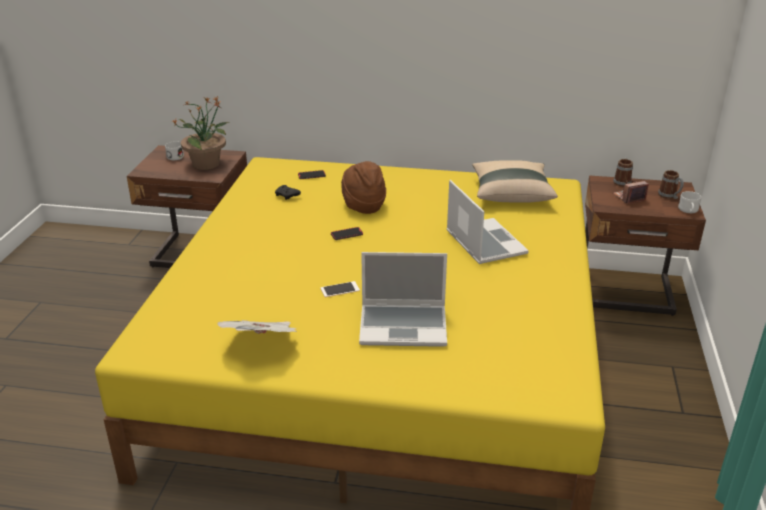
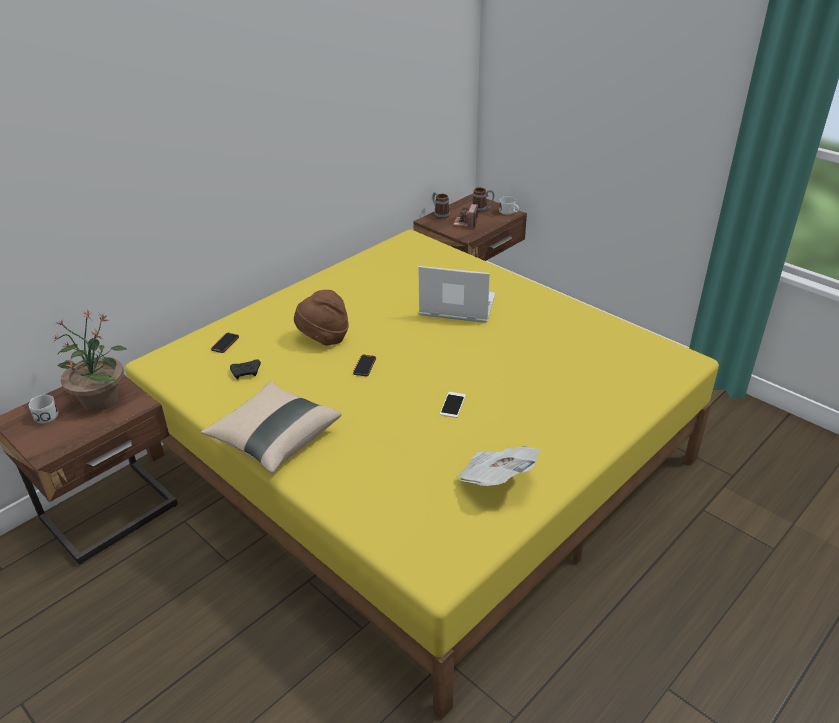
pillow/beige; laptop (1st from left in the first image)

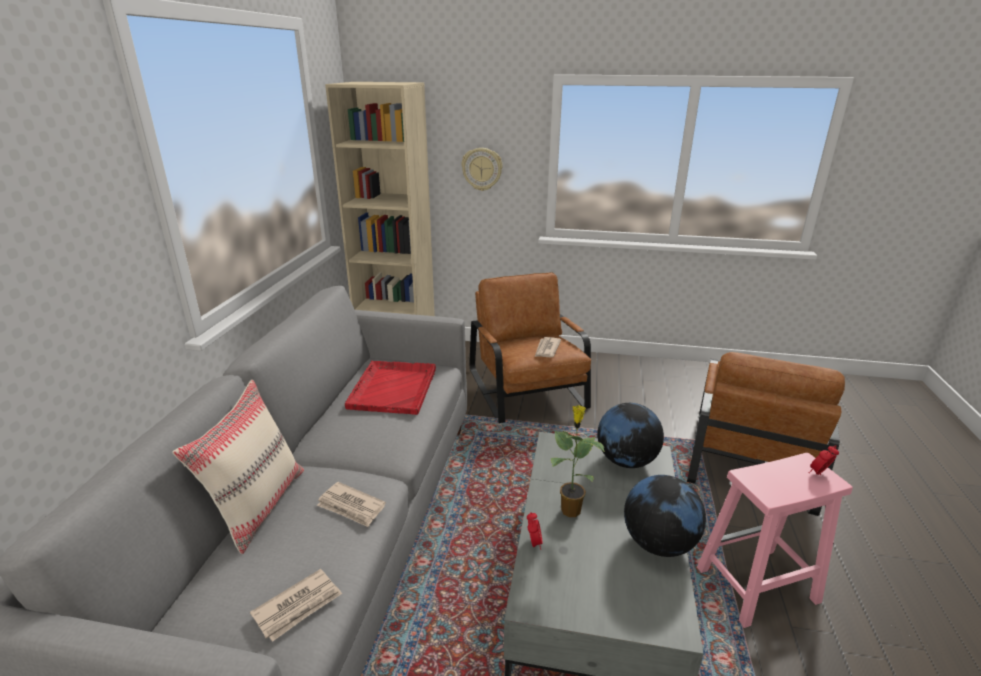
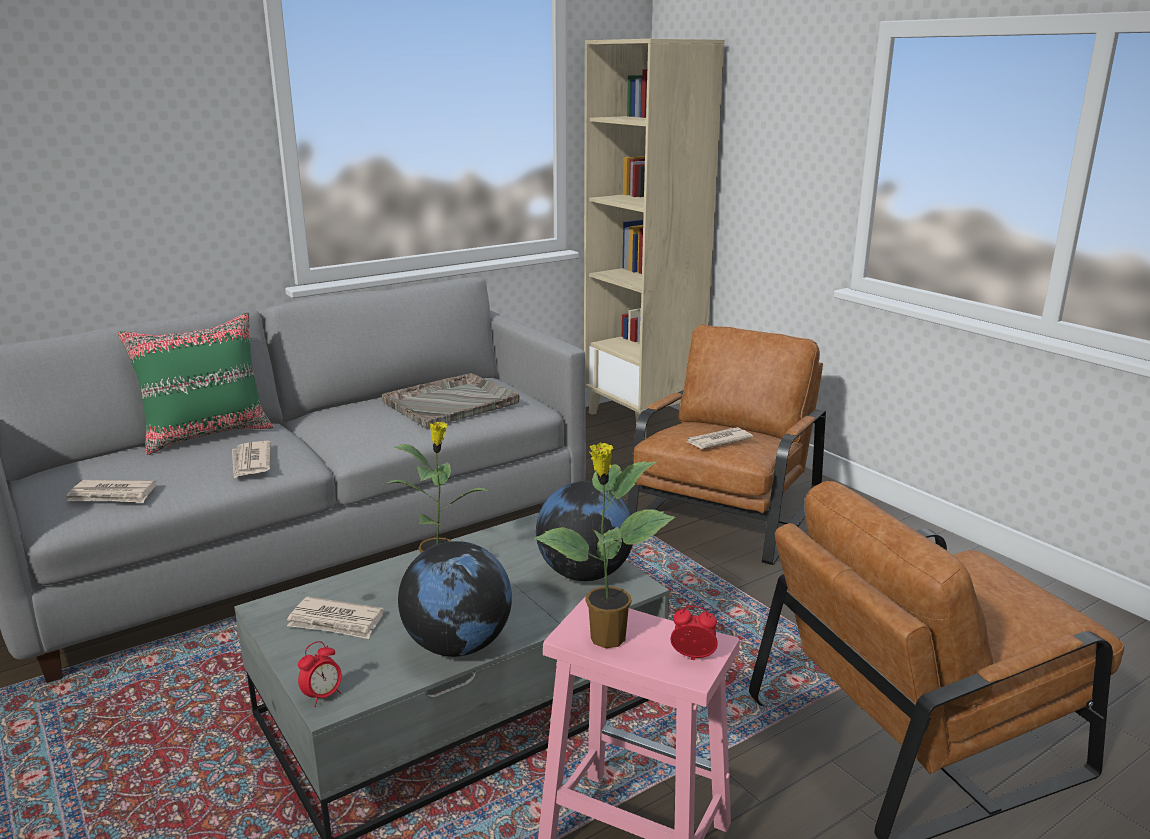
wall clock; tray/grey; pillow/green; alarm clock (1st from left); potted plant (2nd from left); newspaper (3rd from left)

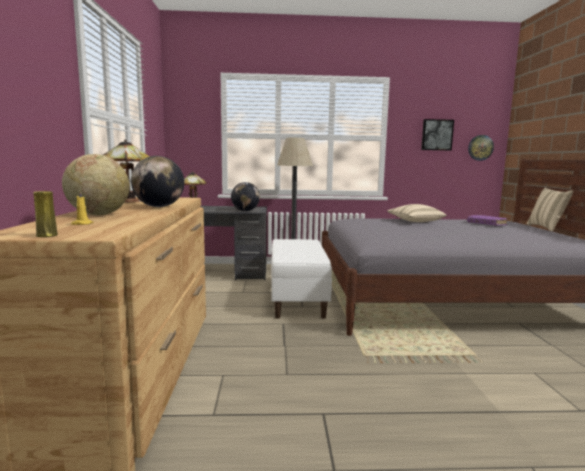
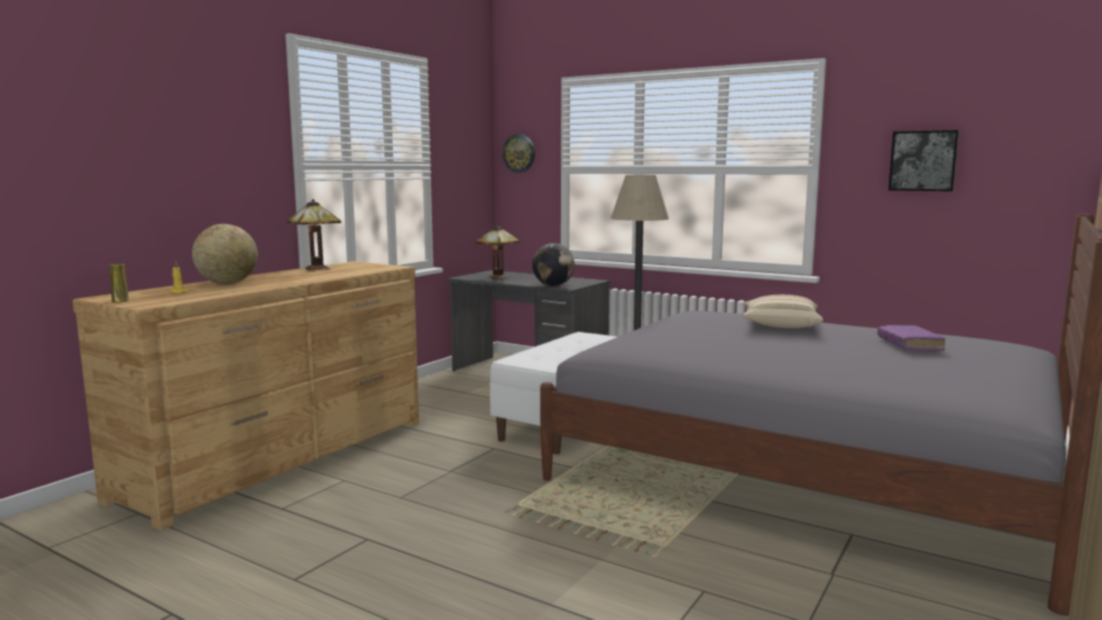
wall clock; globe (2nd from left in the first image); pillow/beige (2nd from left in the first image)

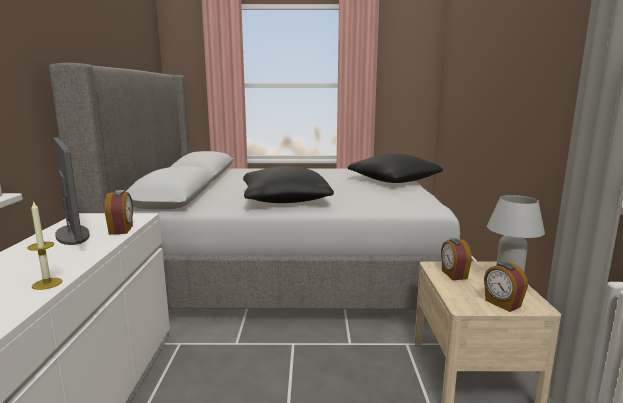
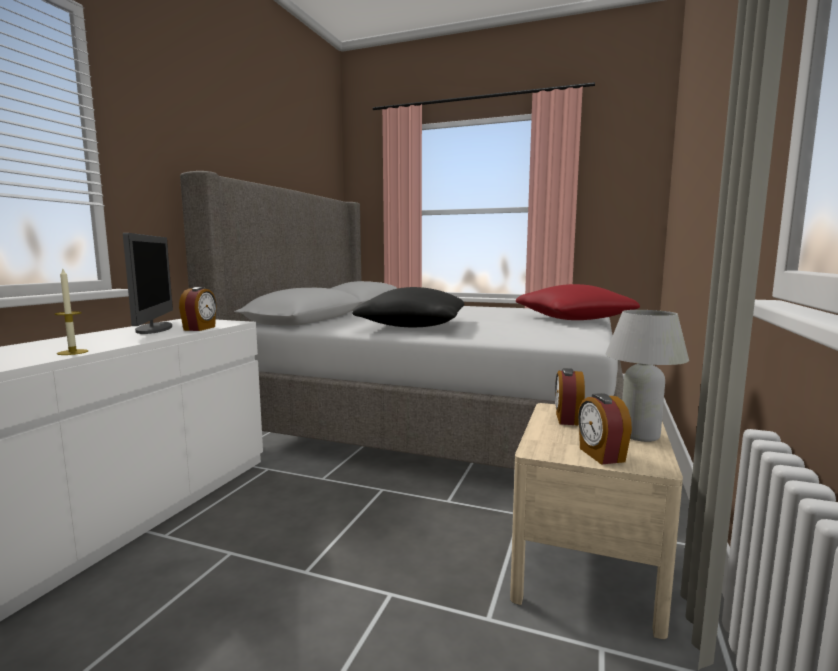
pillow/red

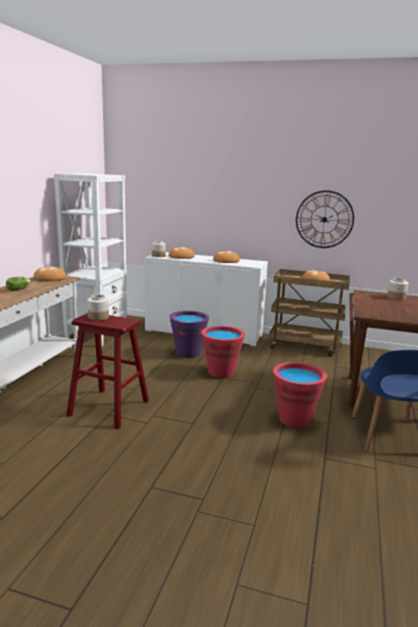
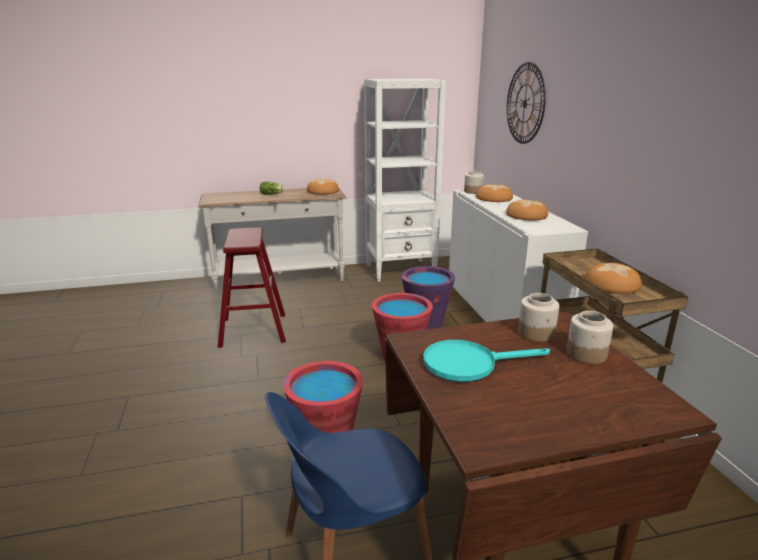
wall clock; jar (2nd from left); frying pan/turquoise

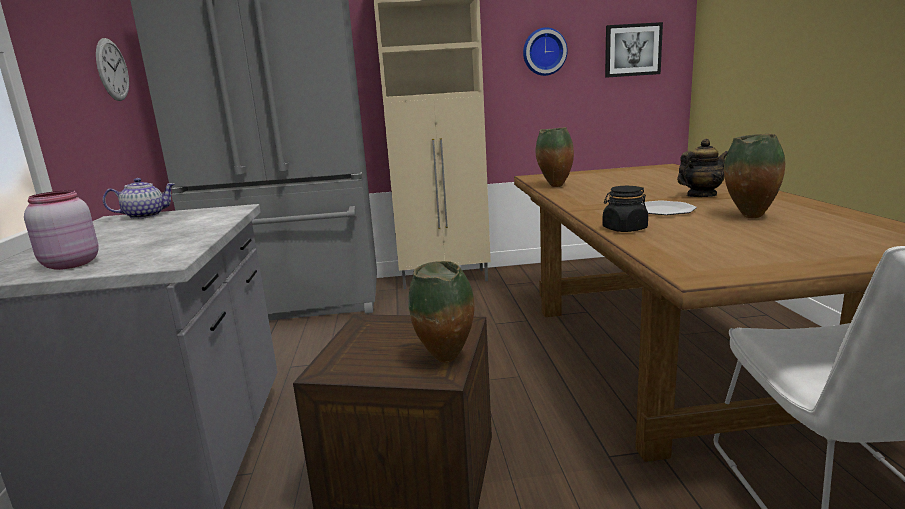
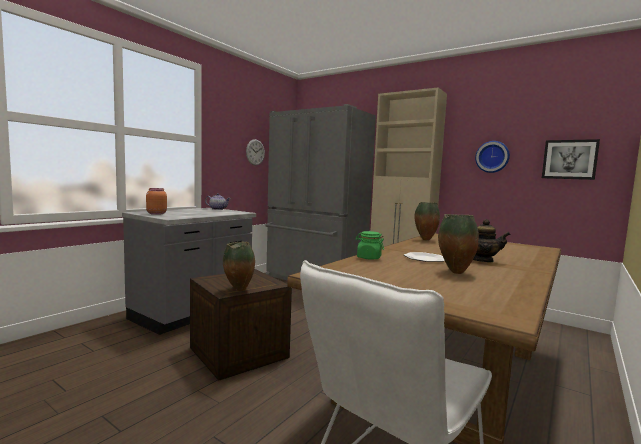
jar/green; jar/orange

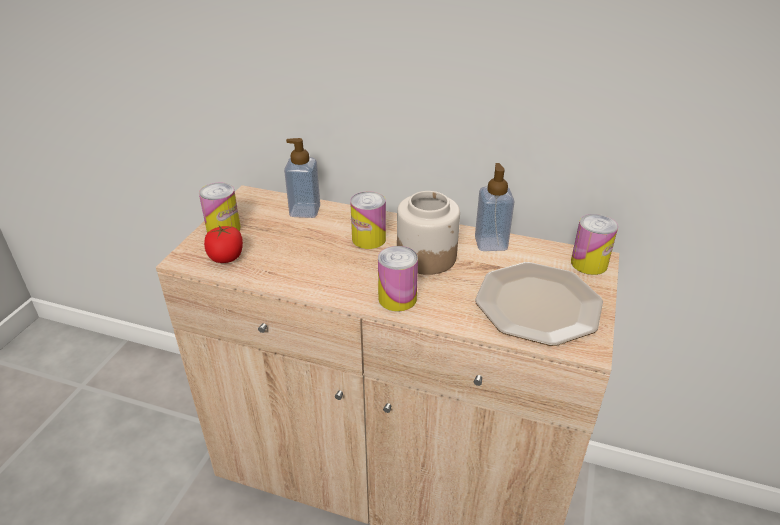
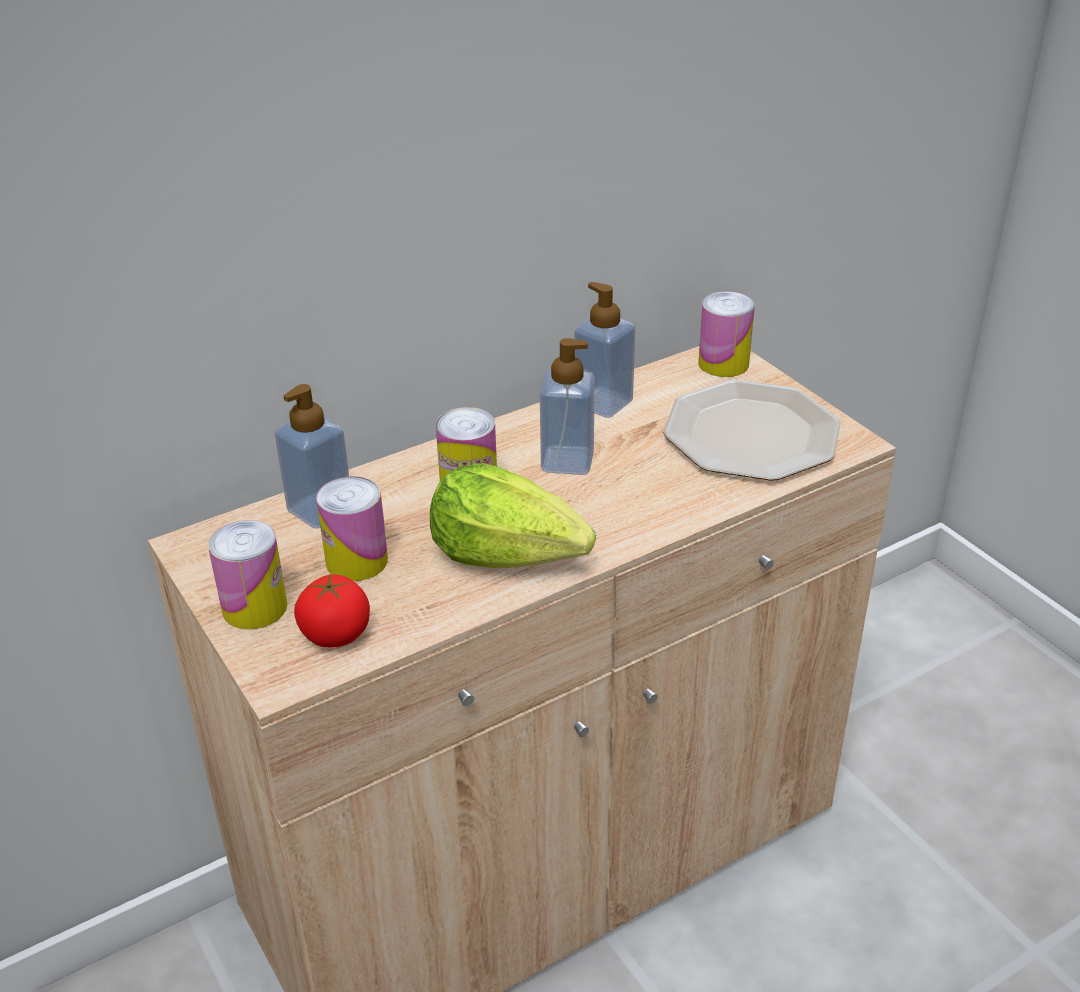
soap dispenser (2nd from left); can (2nd from left); lettuce

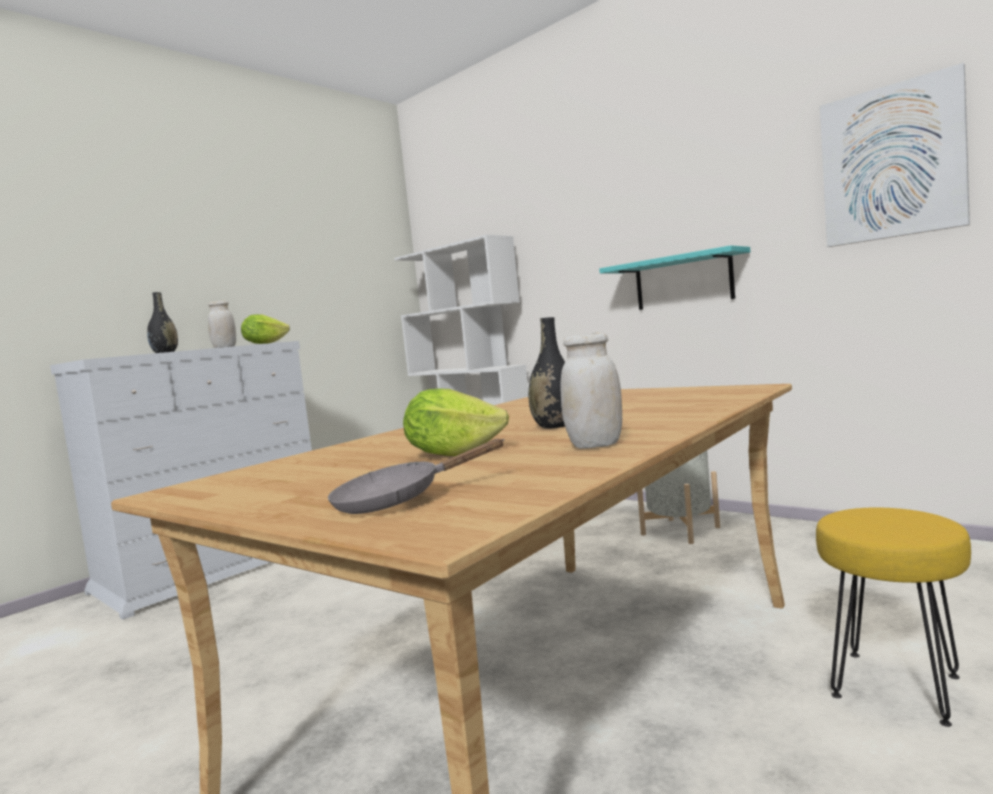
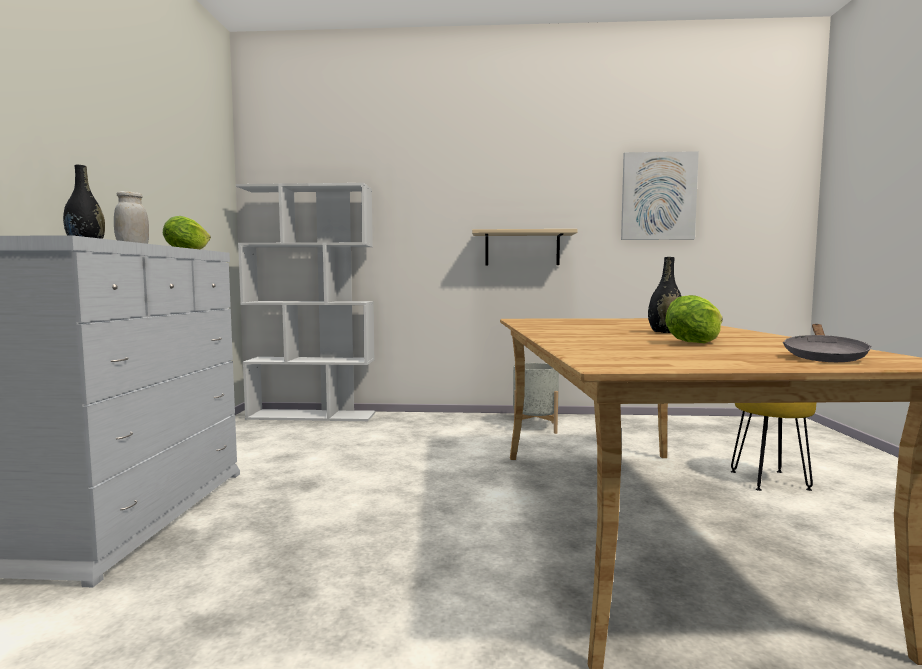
shelf/beige; jar/white (2nd from left in the first image)

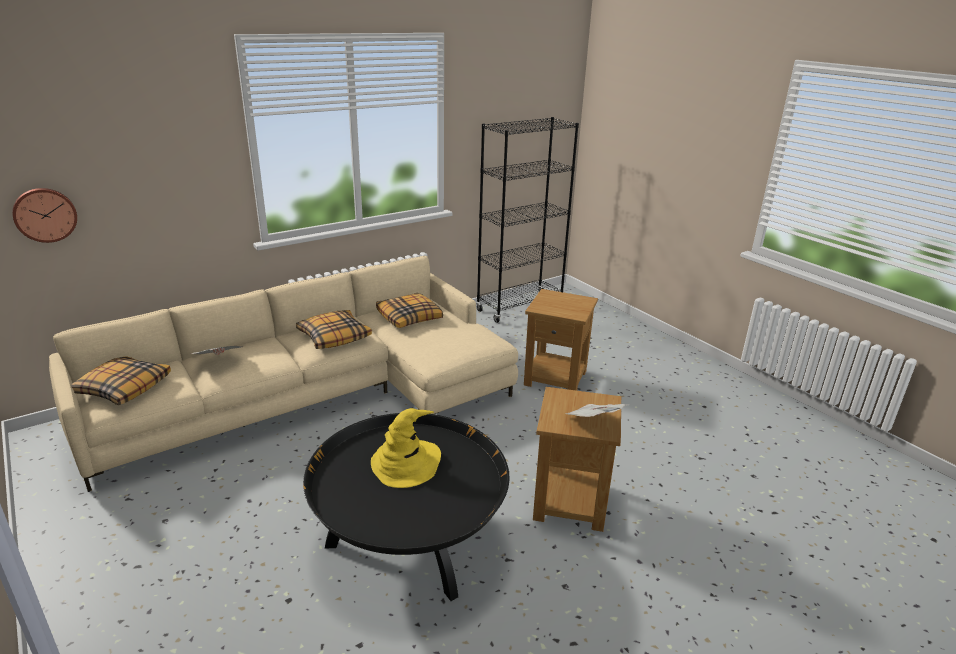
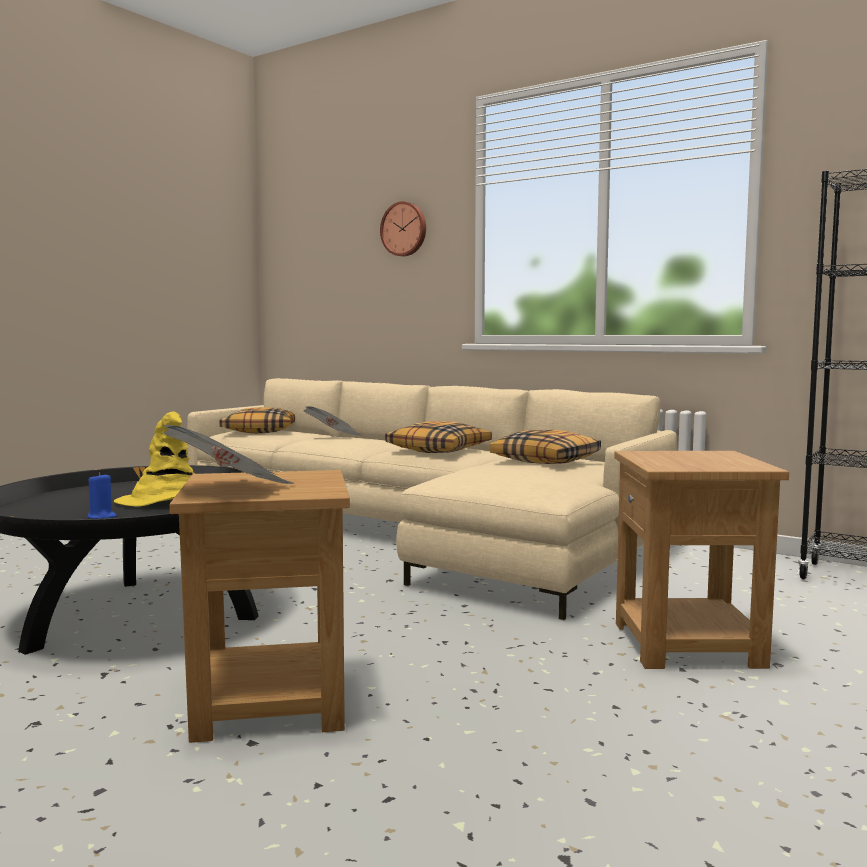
wall clock; candle/blue

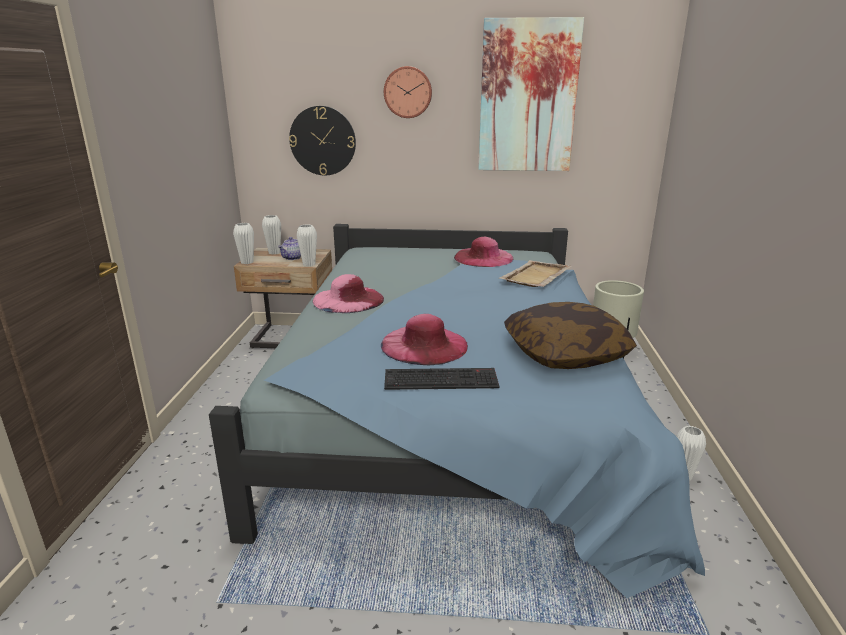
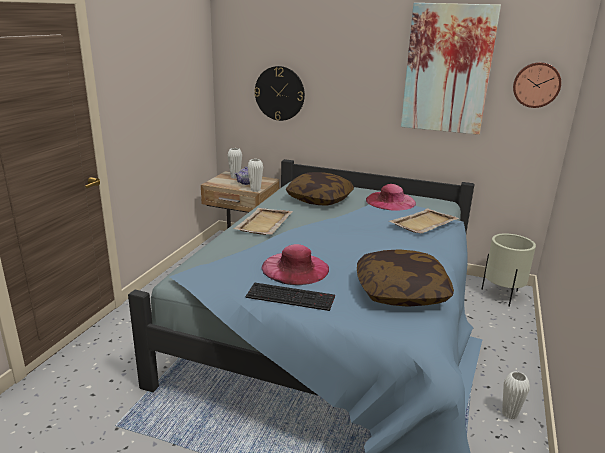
wall clock (2nd from left); vase/white (1st from left in the first image); tray/beige (1st from left); pillow (1st from left)

